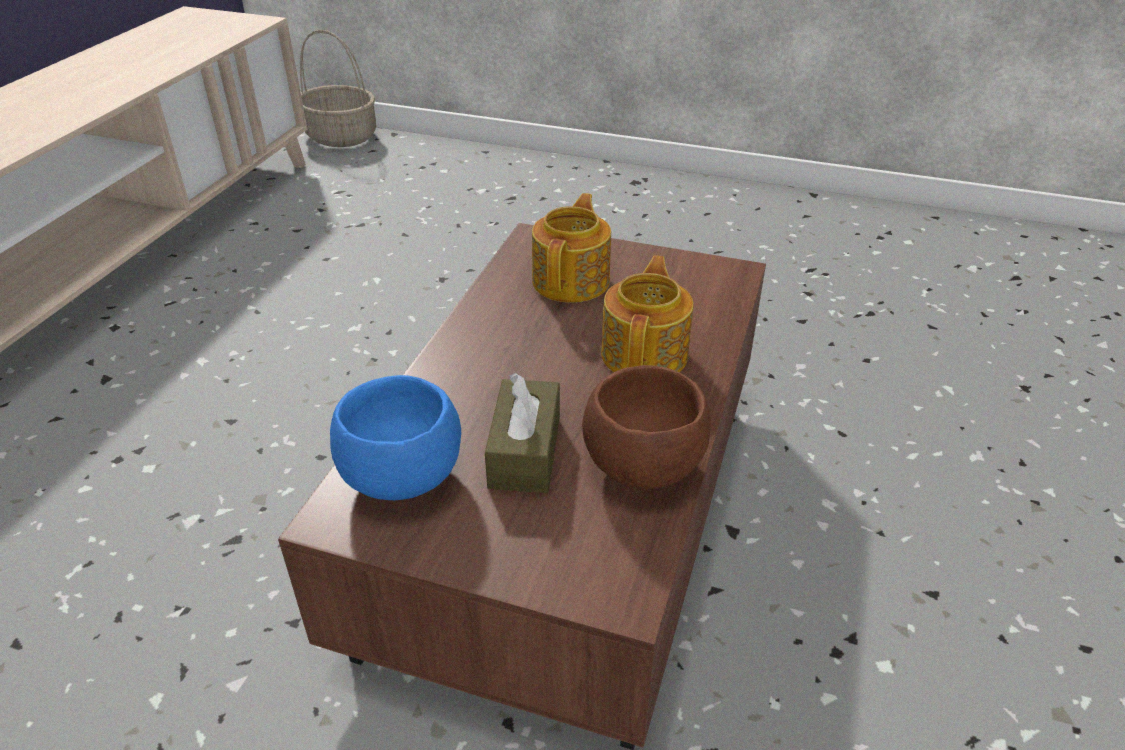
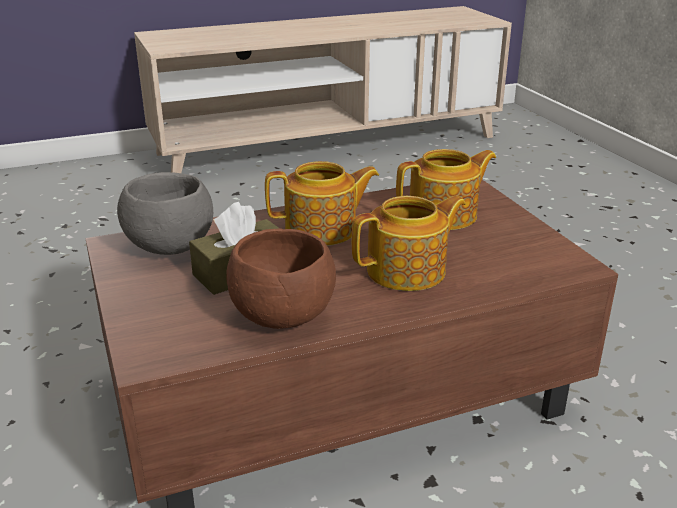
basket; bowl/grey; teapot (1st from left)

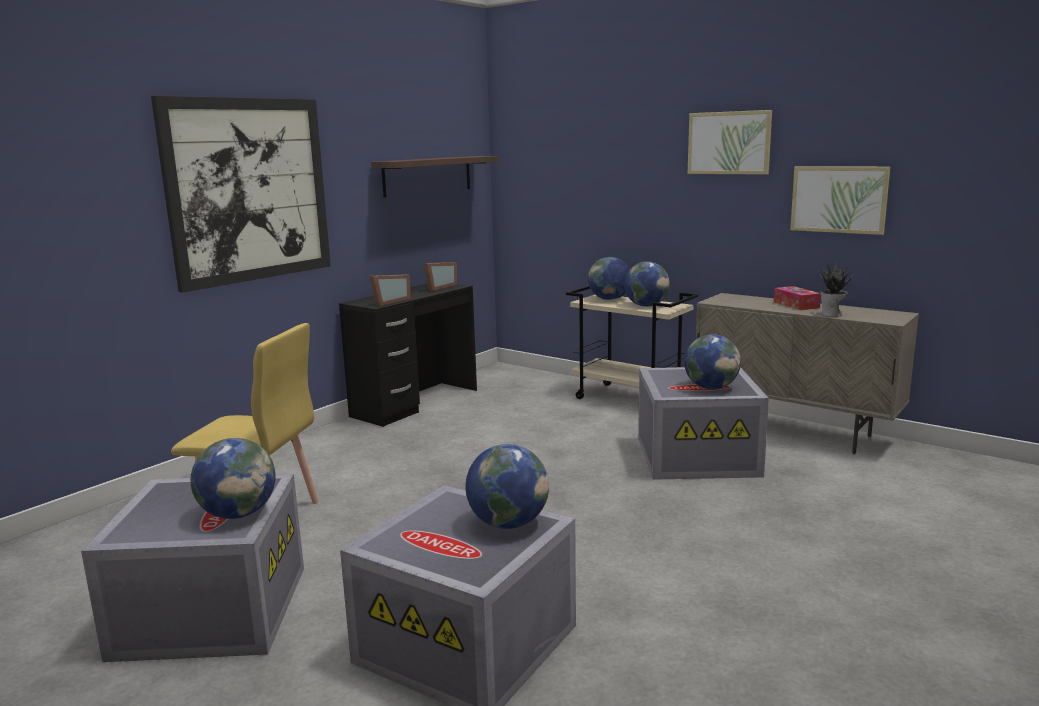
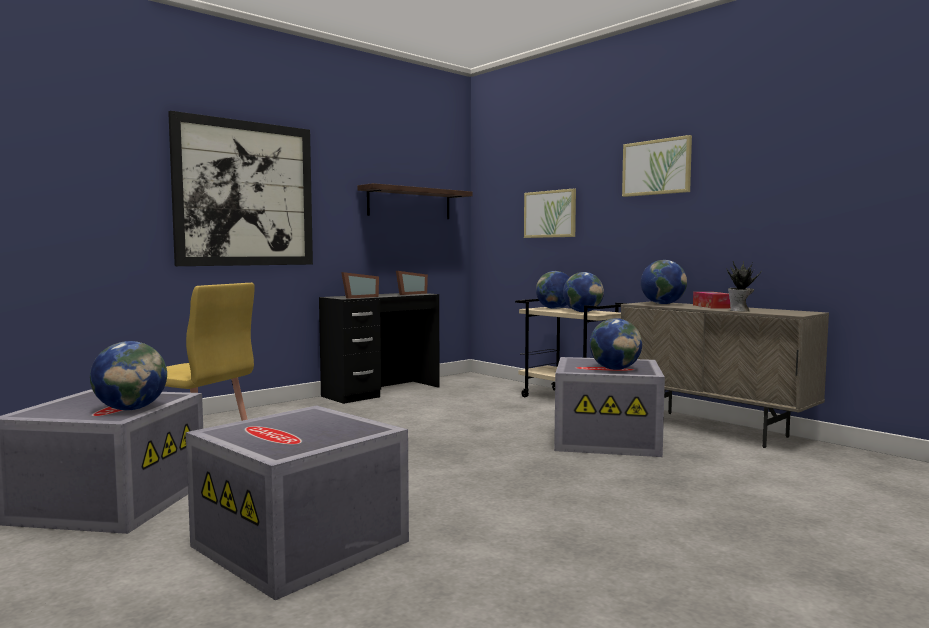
picture (2nd from left); globe (5th from left)

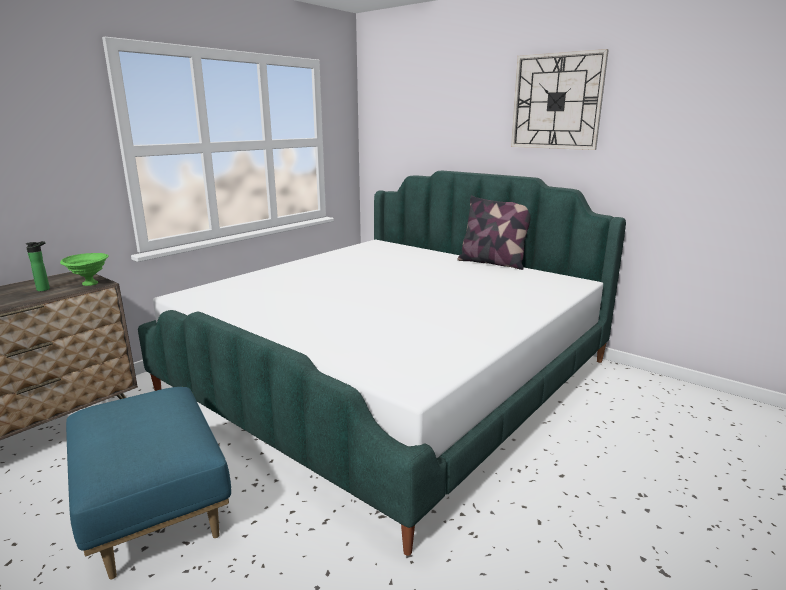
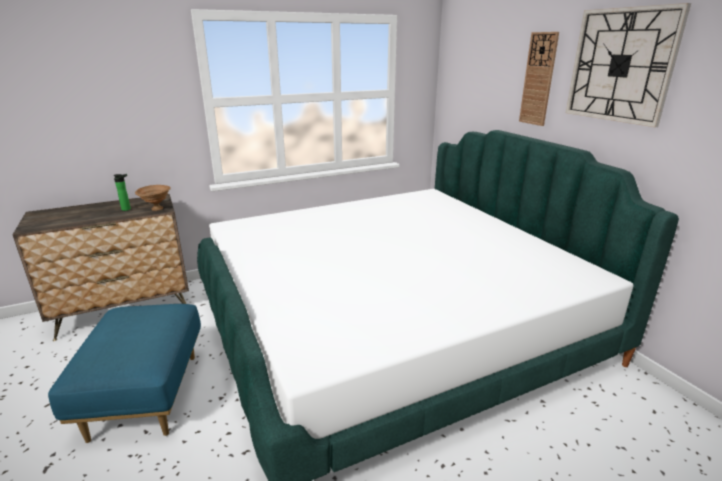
pillow; bowl/brown; wall clock (1st from left)

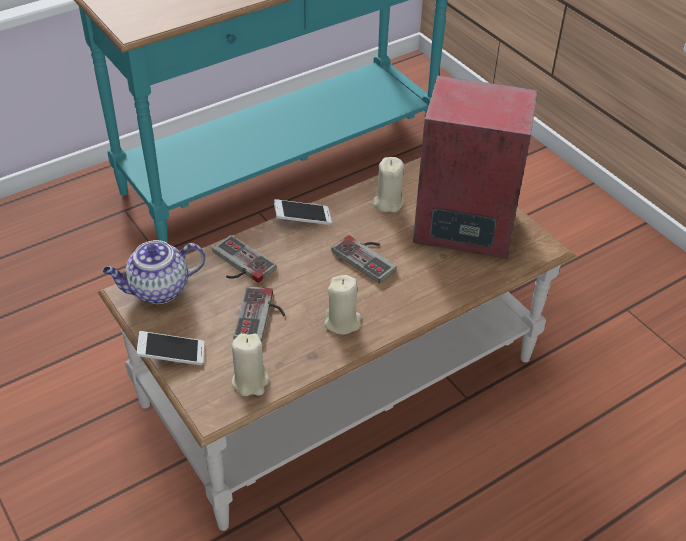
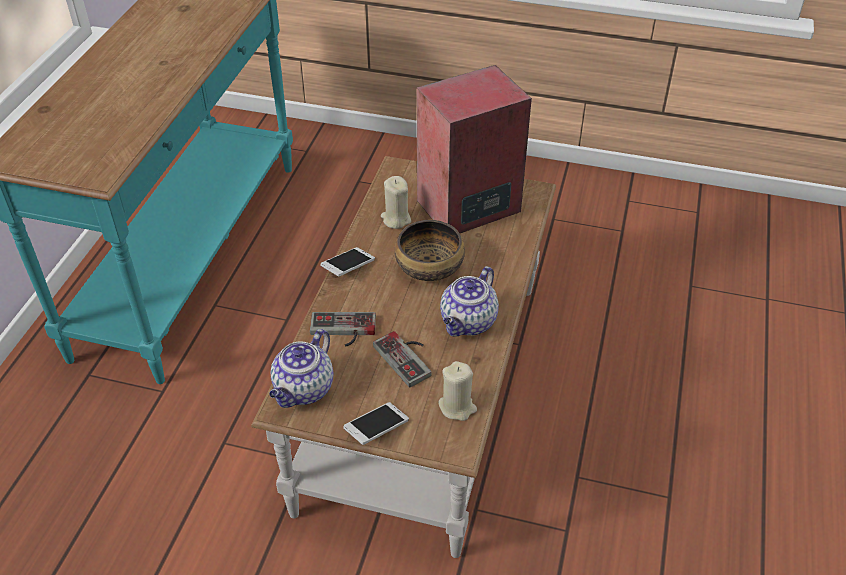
bowl; teapot (2nd from left)

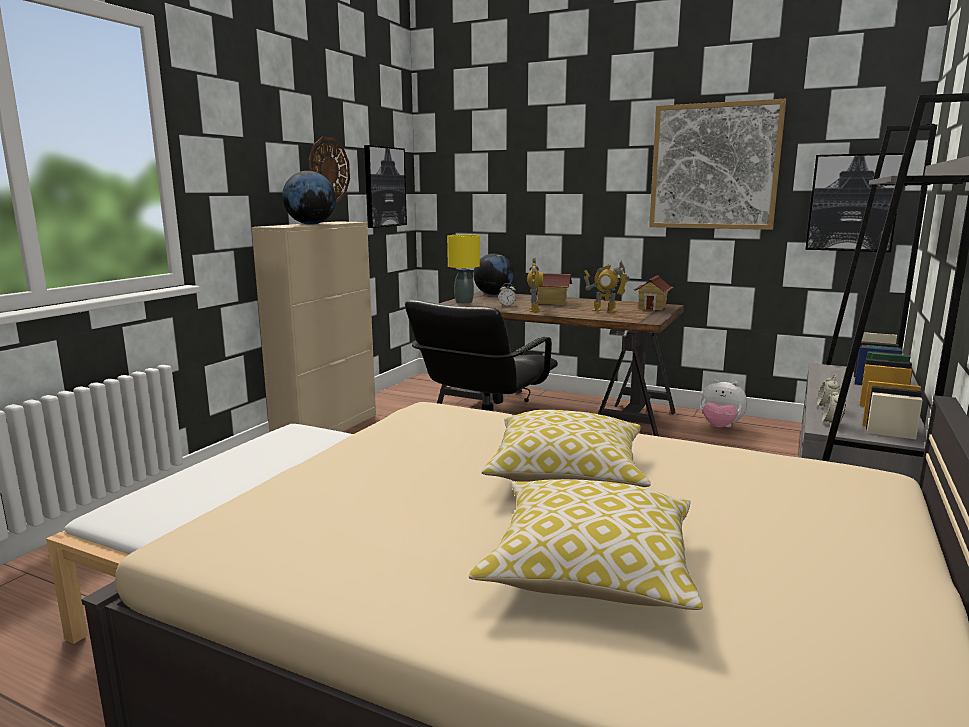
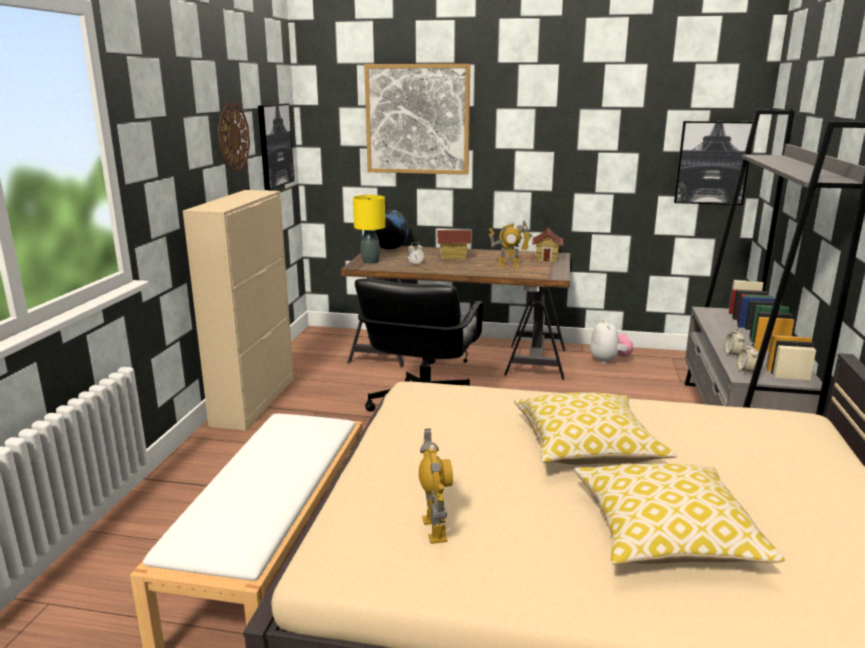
picture (2nd from left); globe (1st from left in the first image); toy robot (1st from left); plush toy

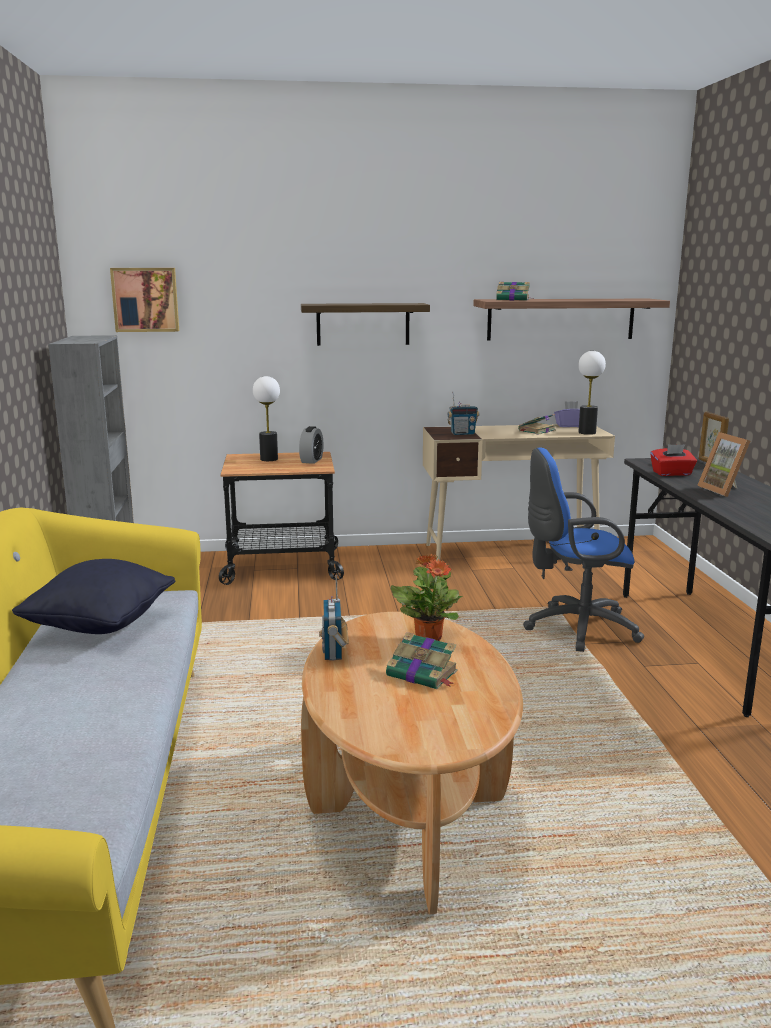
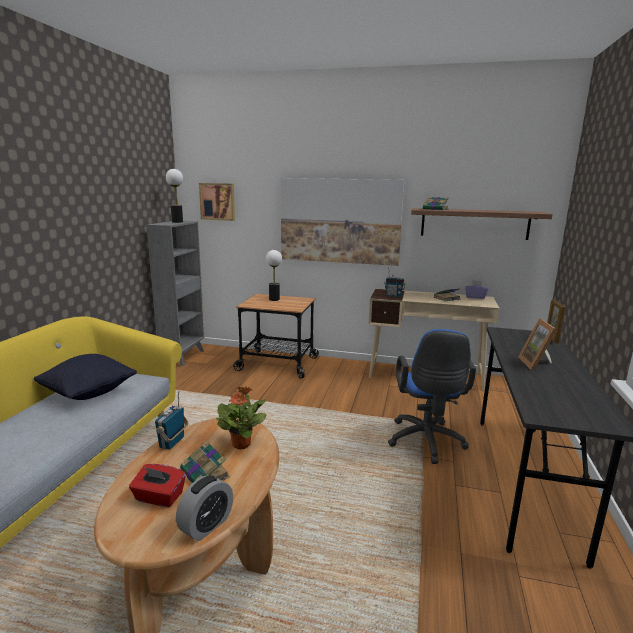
picture (2nd from left); table lamp (1st from left); alarm clock; tissue box/red; office chair/blue

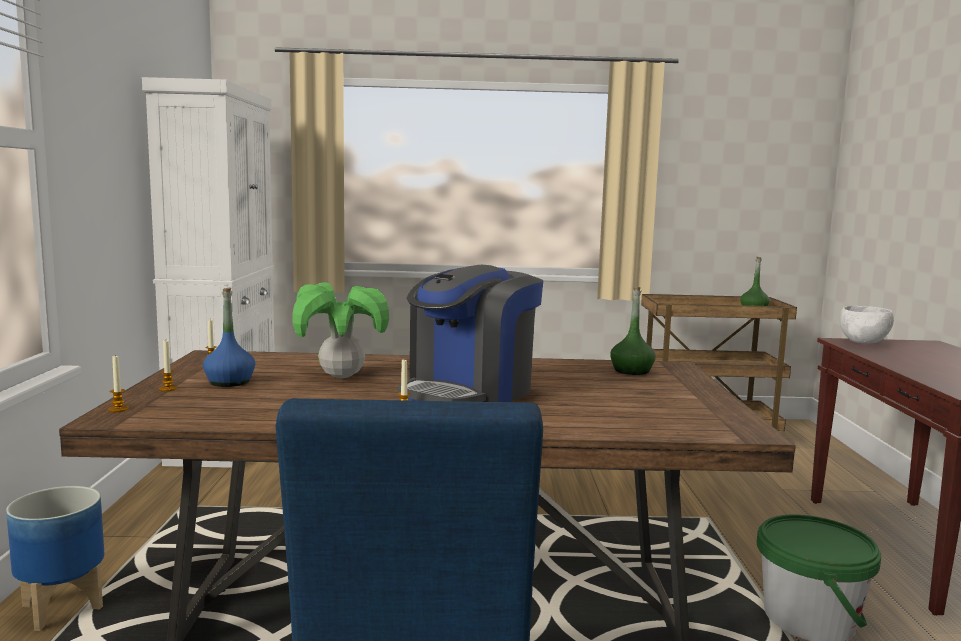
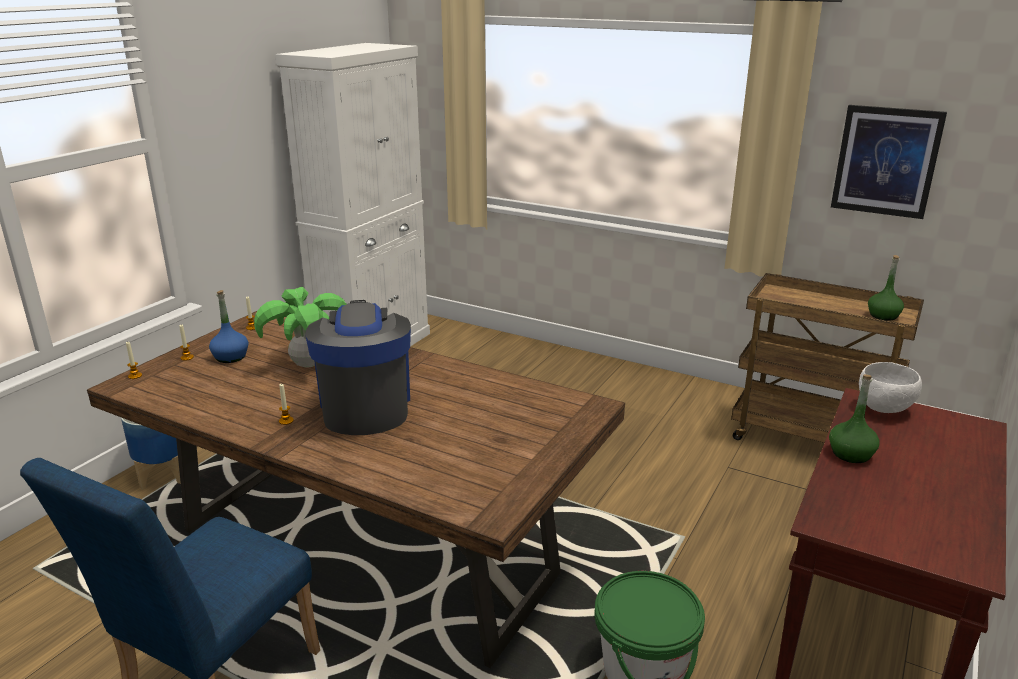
coffee machine; bottle/green (1st from left); picture

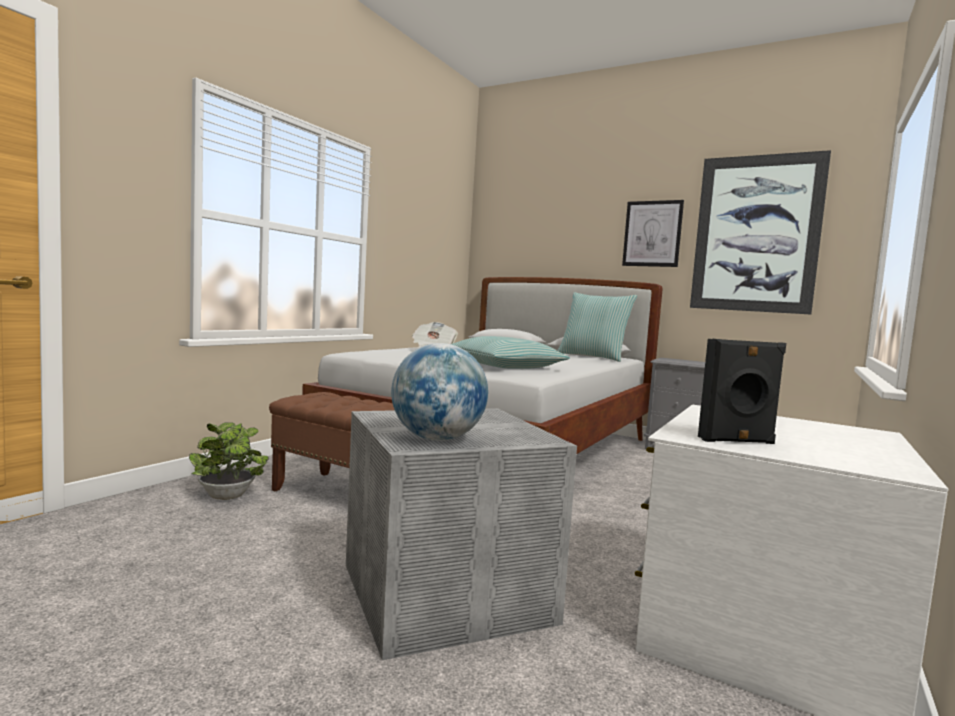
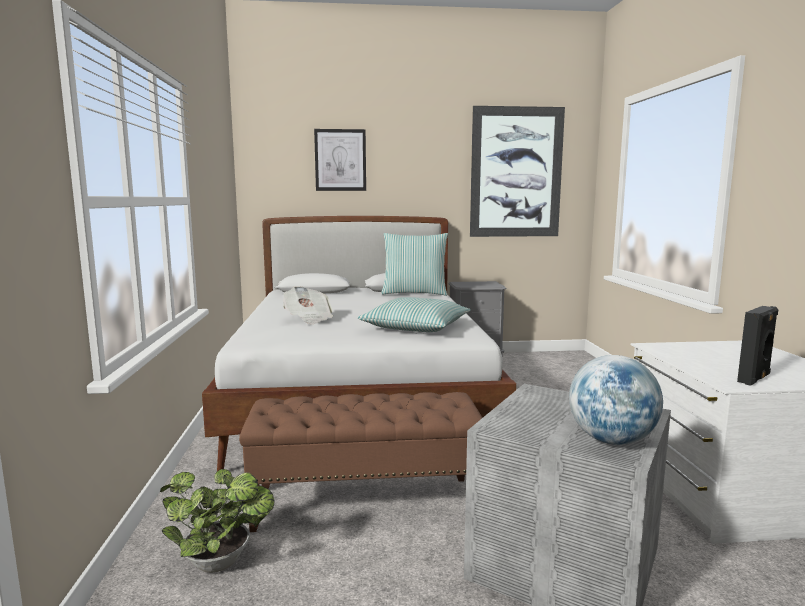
picture (1st from left)

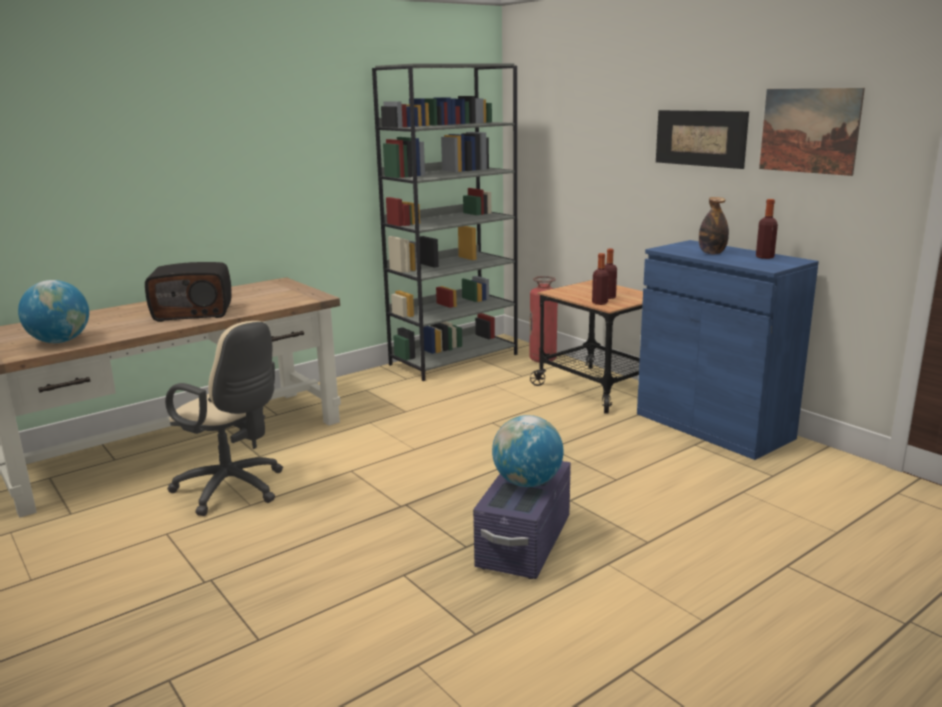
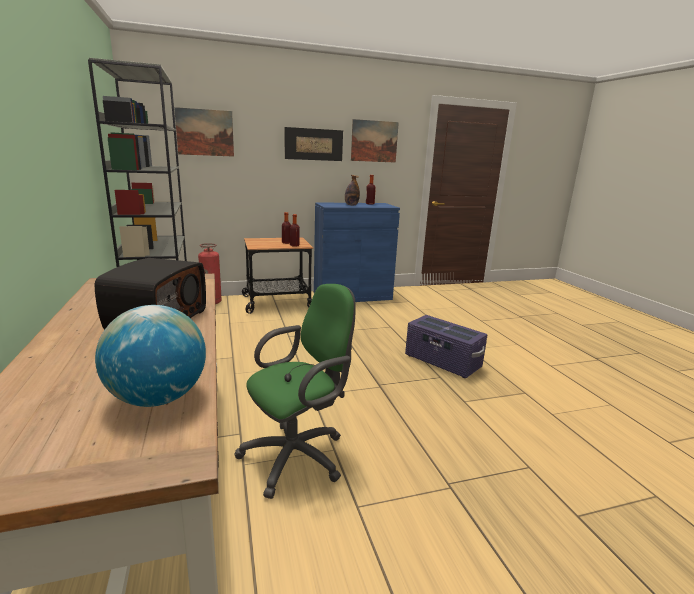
office chair/green; globe (2nd from left in the first image); picture (1st from left)

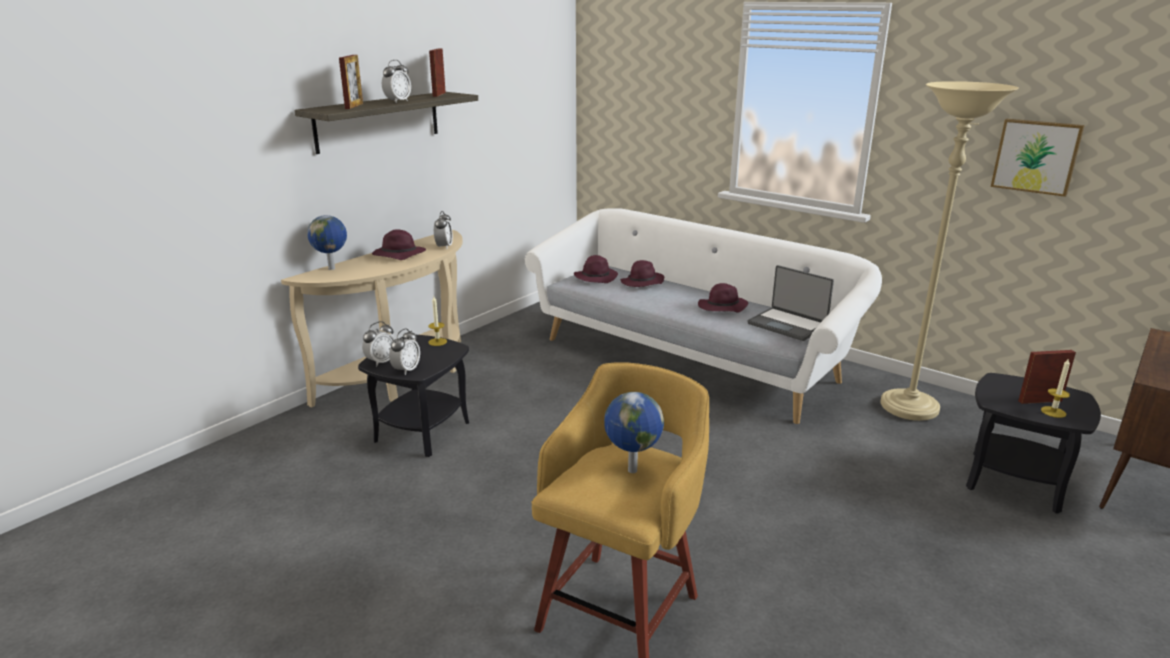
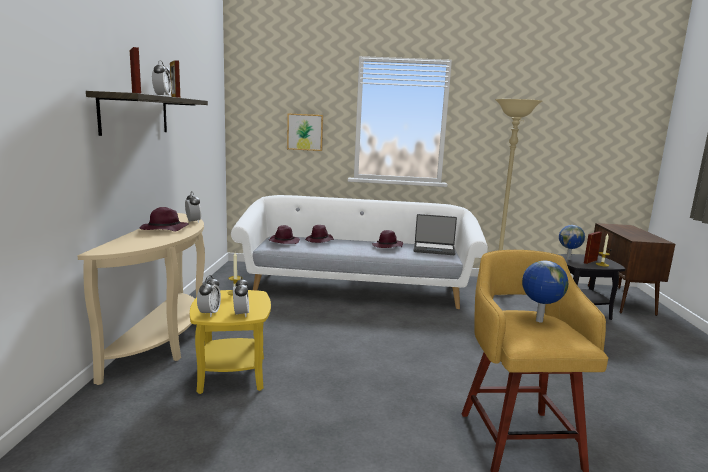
picture; globe (2nd from left); side table/yellow

